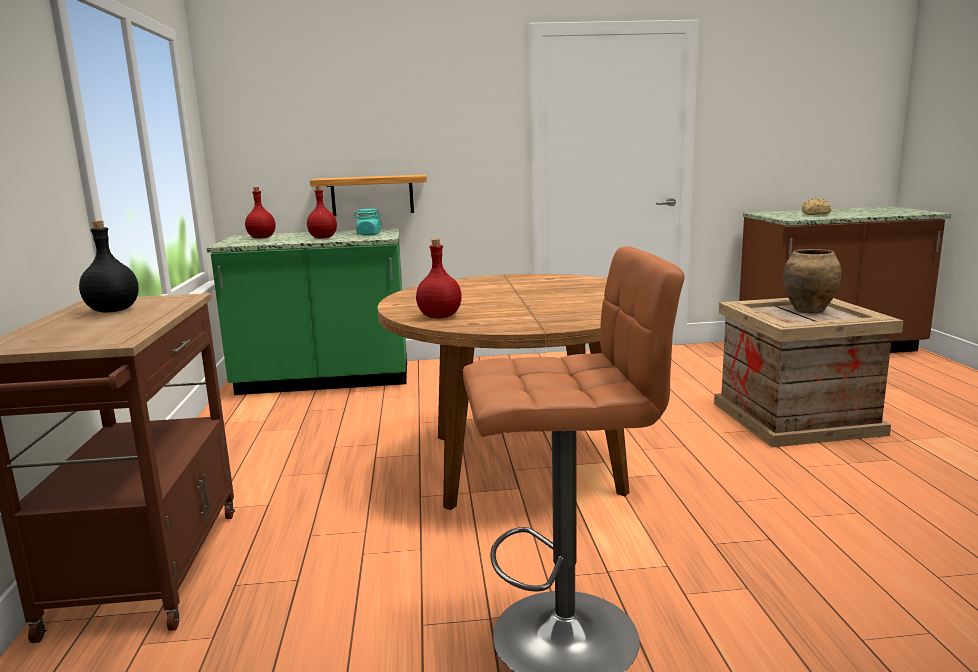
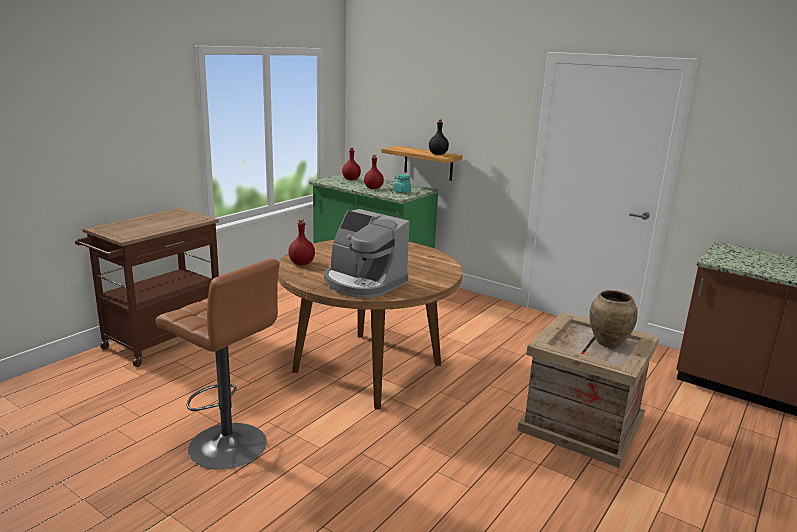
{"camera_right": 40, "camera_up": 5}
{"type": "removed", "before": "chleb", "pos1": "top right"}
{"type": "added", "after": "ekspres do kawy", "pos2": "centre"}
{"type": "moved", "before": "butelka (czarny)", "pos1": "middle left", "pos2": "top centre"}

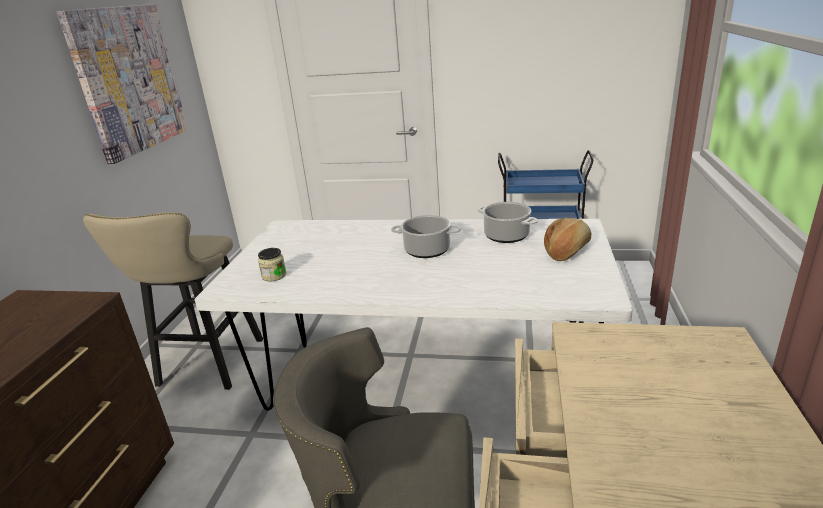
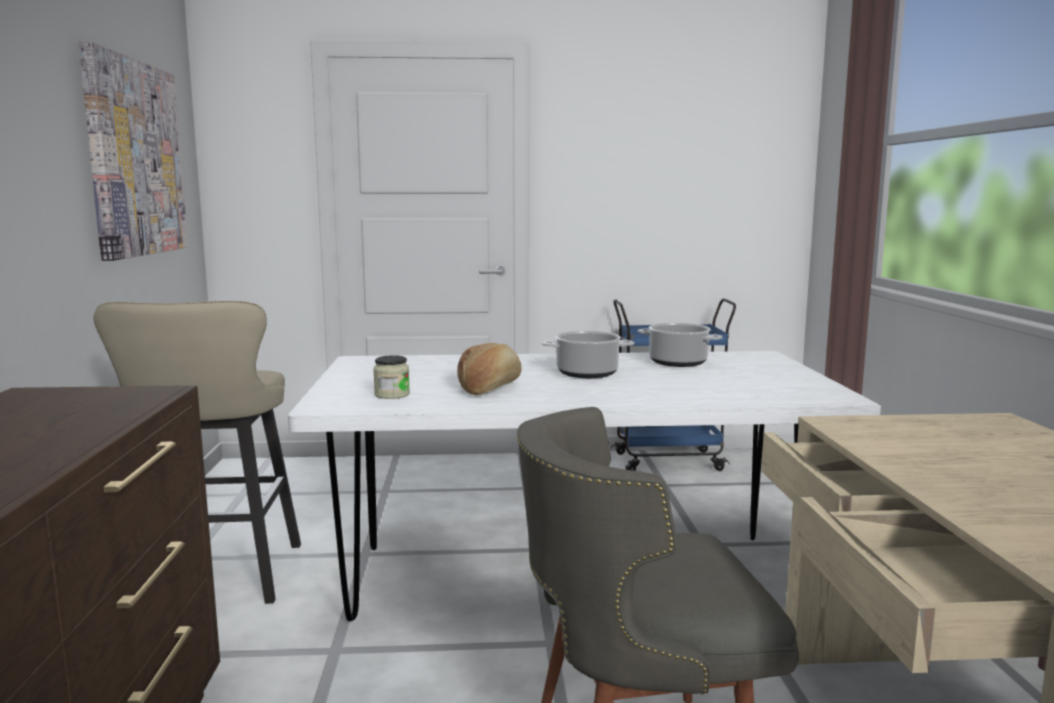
{"camera_right": -15, "camera_up": -15}
{"type": "moved", "before": "chleb", "pos1": "middle right", "pos2": "centre"}

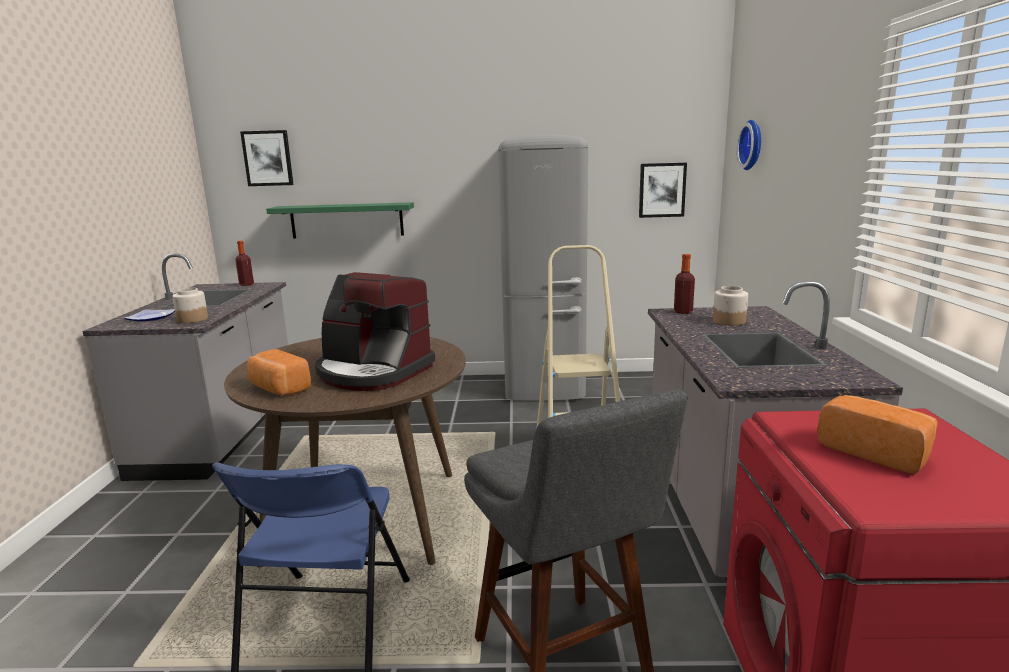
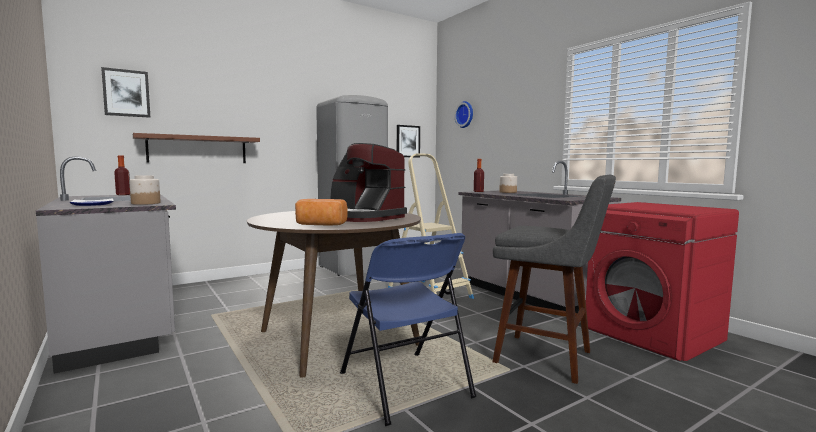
{"camera_right": -35, "camera_up": -10}
{"type": "removed", "before": "chleb (2nd from left)", "pos1": "middle right"}
{"type": "recoloured", "before": "półka (zielony)", "after": "półka (brązowy)", "pos1": "top centre", "pos2": "middle left"}
{"type": "turned", "before": "ekspres do kawy", "pos1": "centre", "pos2": "centre", "turn": 45}

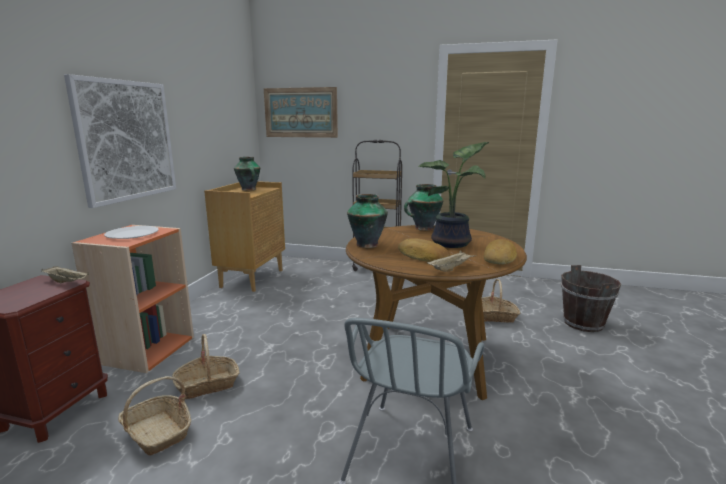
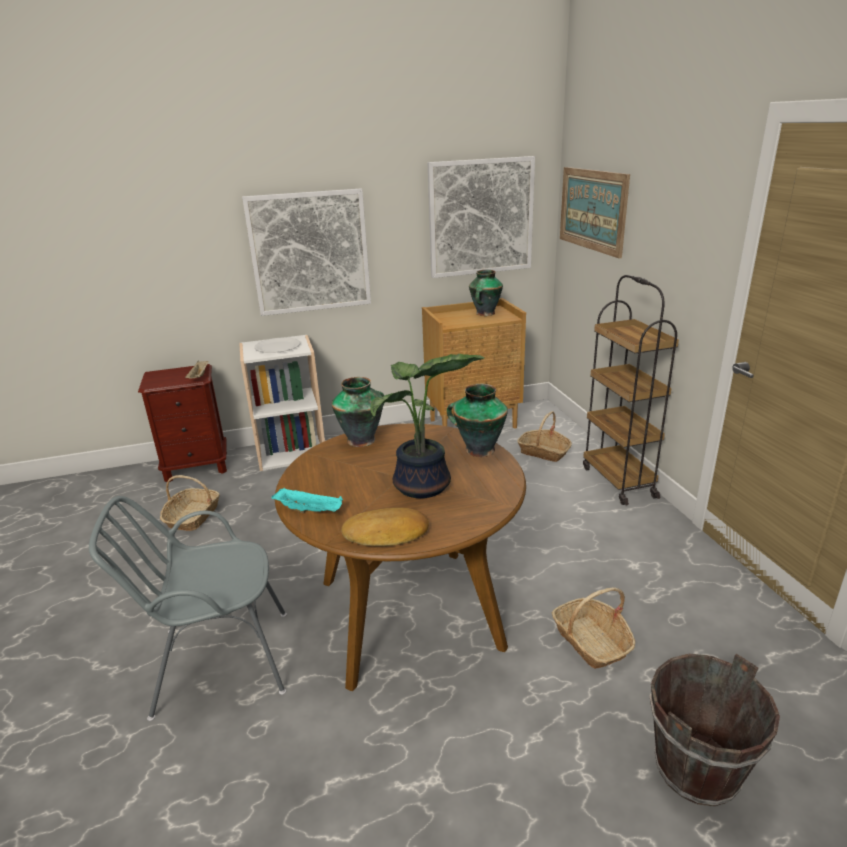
{"camera_right": 60, "camera_up": 10}
{"type": "removed", "before": "chleb (1st from left)", "pos1": "centre"}
{"type": "added", "after": "obraz (2nd from left)", "pos2": "top centre"}
{"type": "moved", "before": "koszyk (2nd from left)", "pos1": "bottom left", "pos2": "centre"}
{"type": "recoloured", "before": "regał (pomarańczowy)", "after": "regał (biały)", "pos1": "middle left", "pos2": "middle left"}
{"type": "recoloured", "before": "taca (beżowy) (2nd from left)", "after": "taca (turkusowy)", "pos1": "centre", "pos2": "centre"}

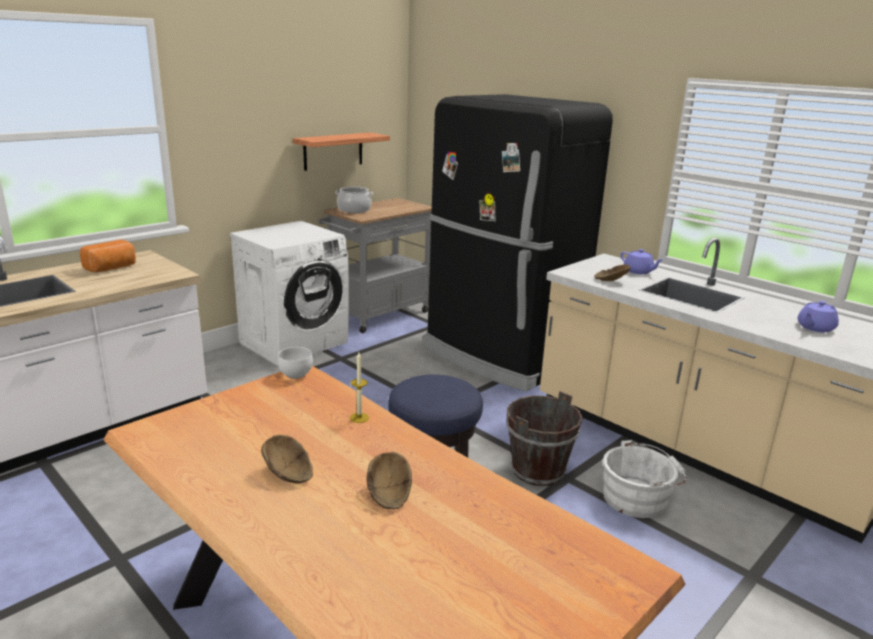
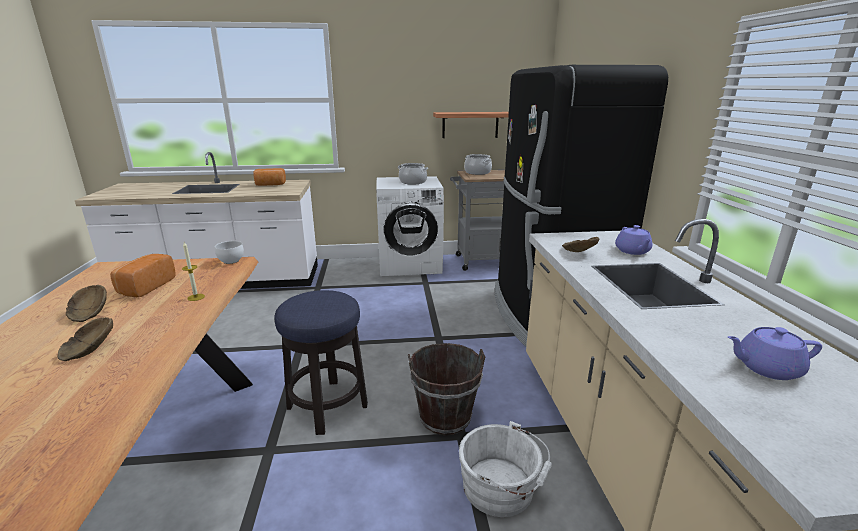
{"camera_right": 40, "camera_up": 0}
{"type": "added", "after": "chleb (1st from left)", "pos2": "middle left"}
{"type": "added", "after": "garnek (1st from left)", "pos2": "top centre"}

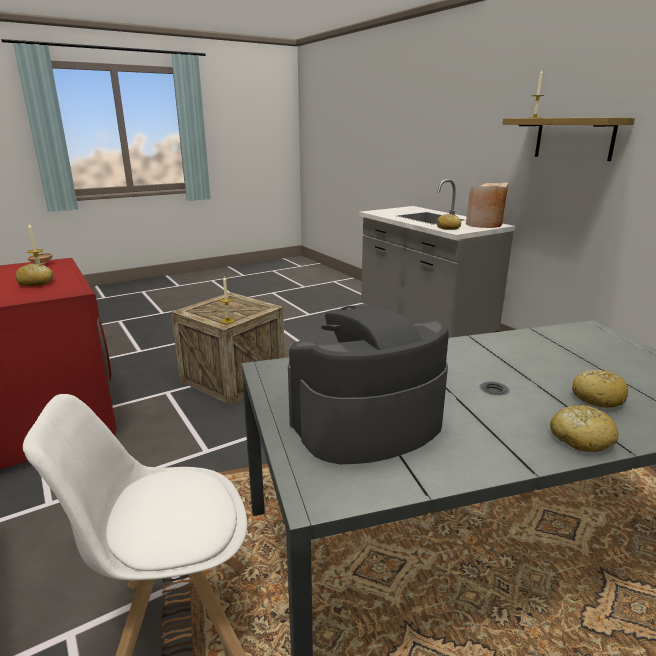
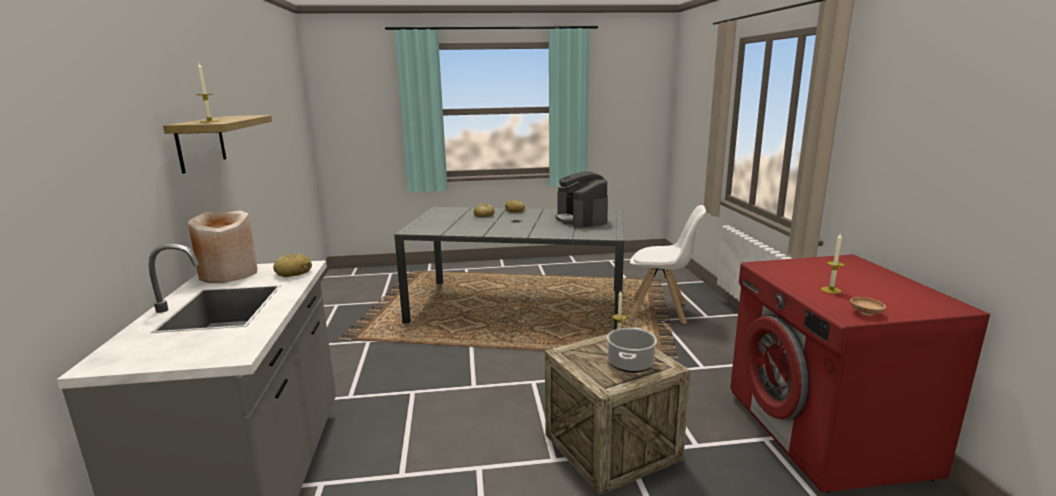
{"camera_right": -155, "camera_up": -5}
{"type": "removed", "before": "chleb (1st from left)", "pos1": "middle left"}
{"type": "added", "after": "garnek", "pos2": "bottom centre"}
{"type": "turned", "before": "ekspres do kawy", "pos1": "centre", "pos2": "centre", "turn": 75}

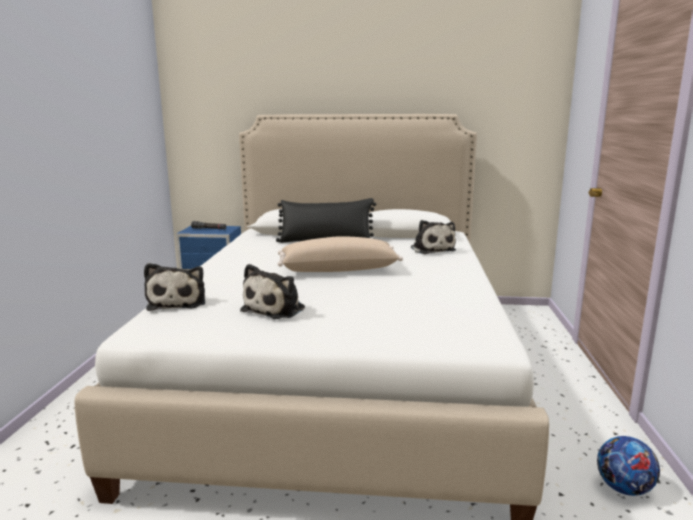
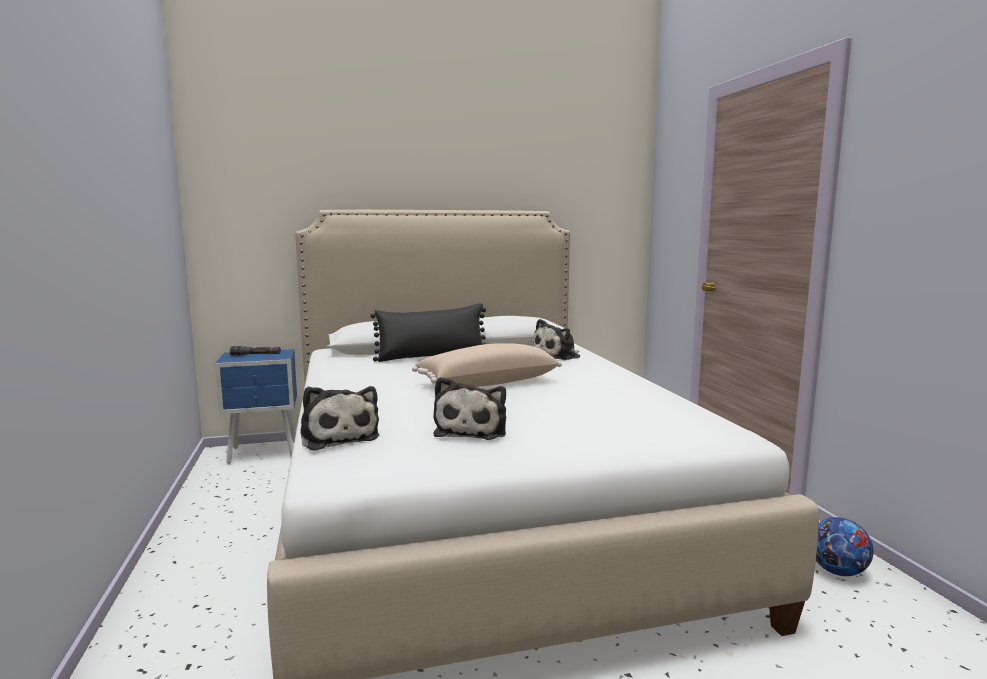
{"camera_right": -20, "camera_up": -5}
{"type": "turned", "before": "pluszak (3rd from left)", "pos1": "centre", "pos2": "centre", "turn": 90}

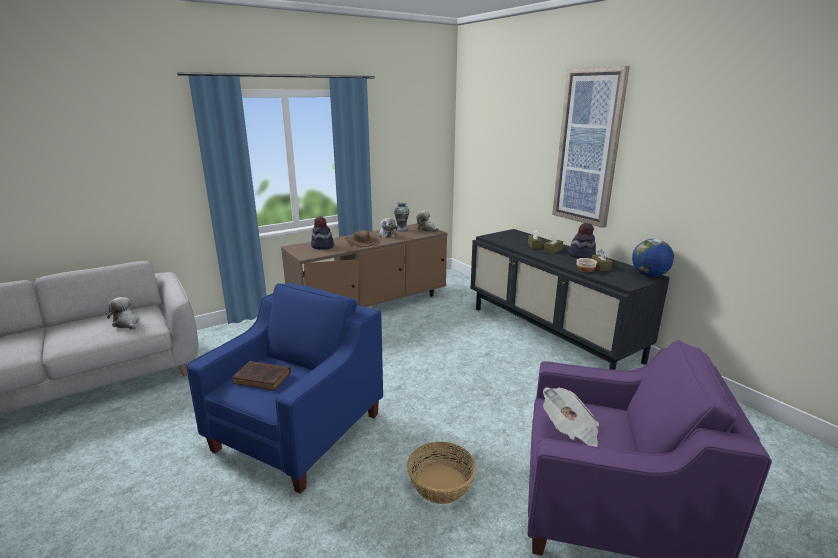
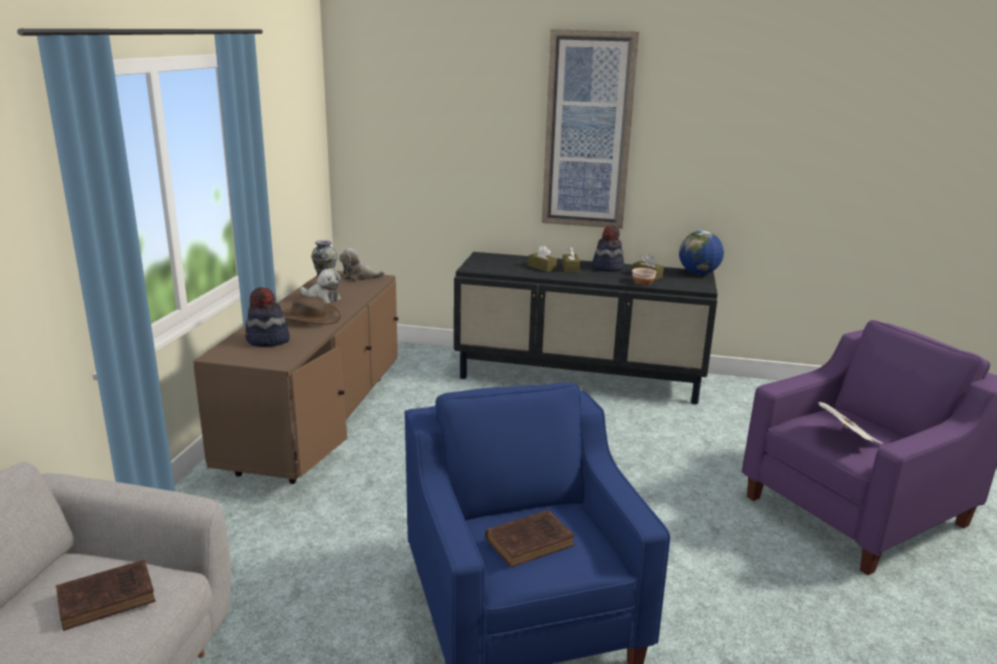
{"camera_right": -45, "camera_up": 0}
{"type": "removed", "before": "koszyk", "pos1": "bottom centre"}
{"type": "replaced", "before": "pluszak (1st from left)", "after": "książka (brązowy) (1st from left)", "pos1": "middle left", "pos2": "bottom left"}

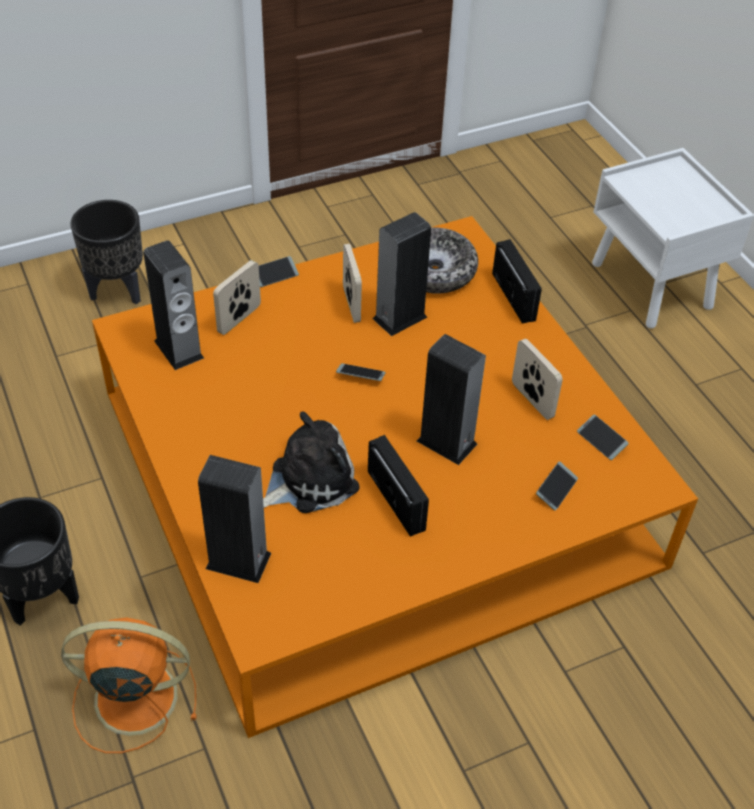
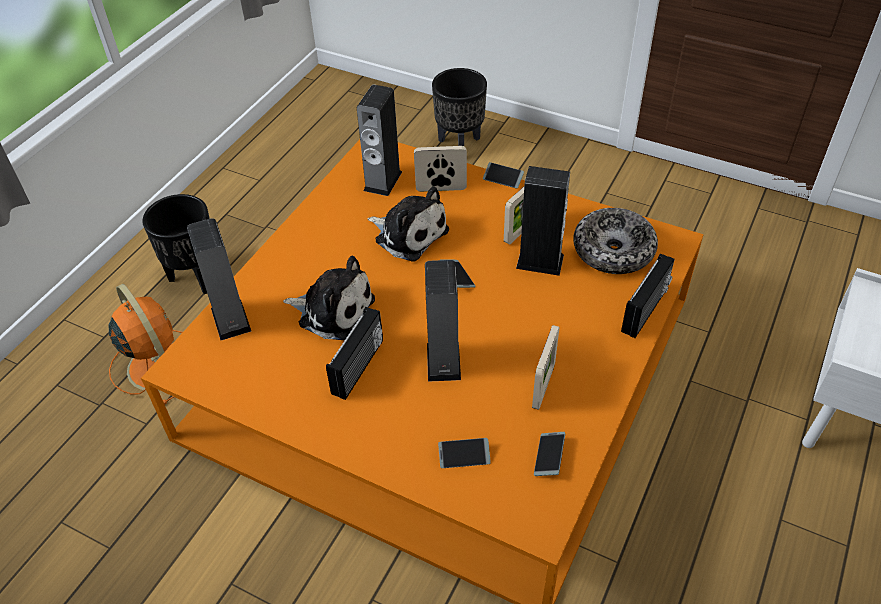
{"camera_right": 55, "camera_up": 0}
{"type": "added", "after": "pluszak (2nd from left)", "pos2": "centre"}

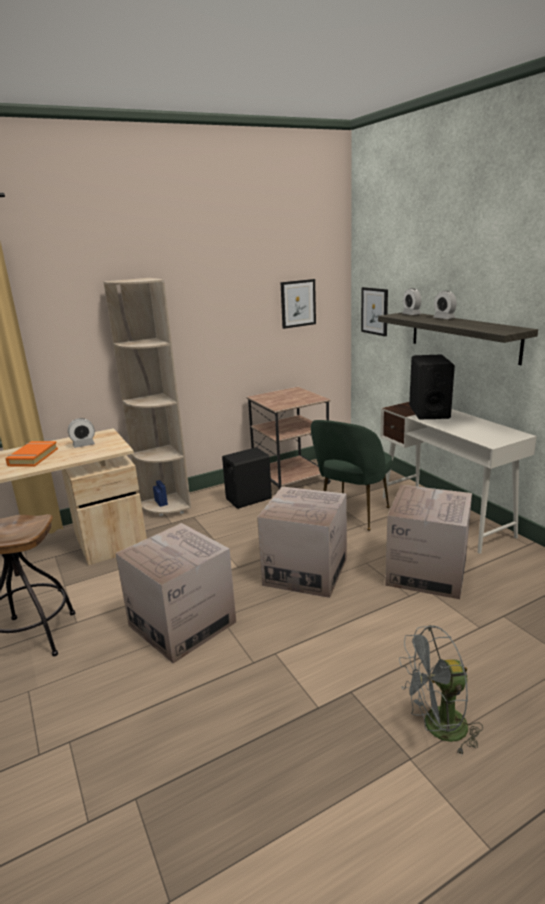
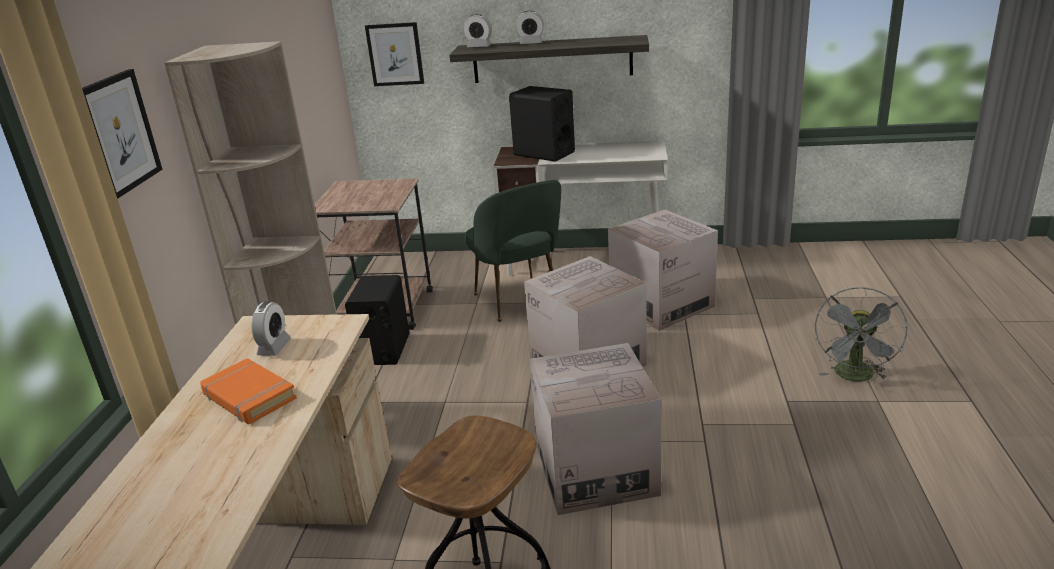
{"camera_right": -55, "camera_up": 5}
{"type": "moved", "before": "obraz (1st from left)", "pos1": "centre", "pos2": "top left"}

